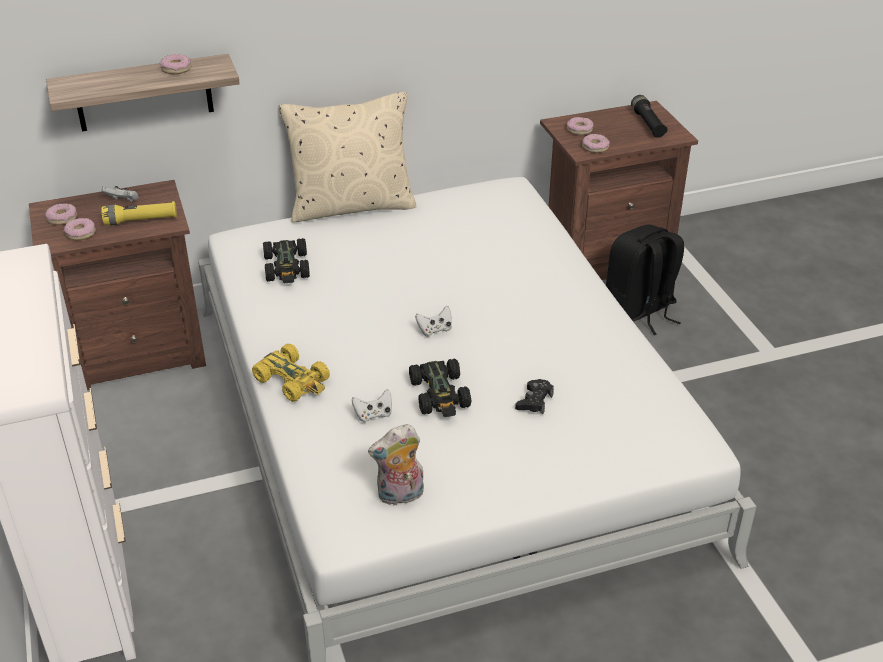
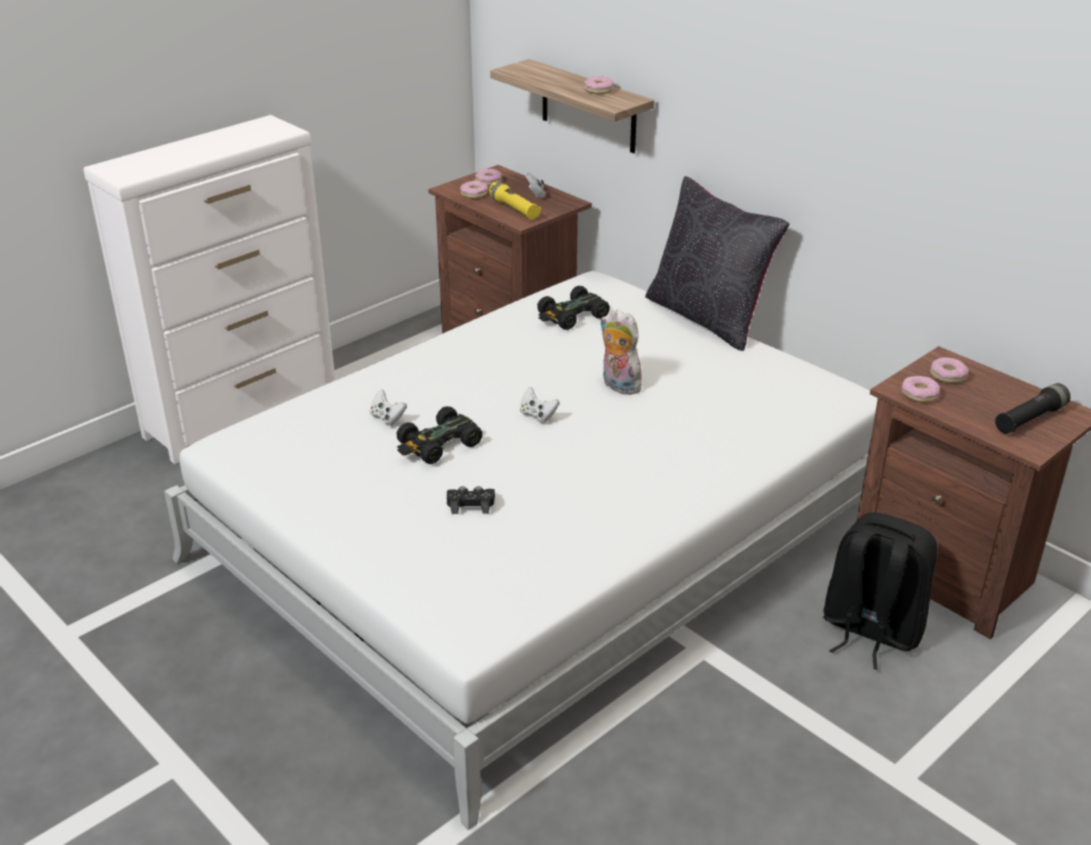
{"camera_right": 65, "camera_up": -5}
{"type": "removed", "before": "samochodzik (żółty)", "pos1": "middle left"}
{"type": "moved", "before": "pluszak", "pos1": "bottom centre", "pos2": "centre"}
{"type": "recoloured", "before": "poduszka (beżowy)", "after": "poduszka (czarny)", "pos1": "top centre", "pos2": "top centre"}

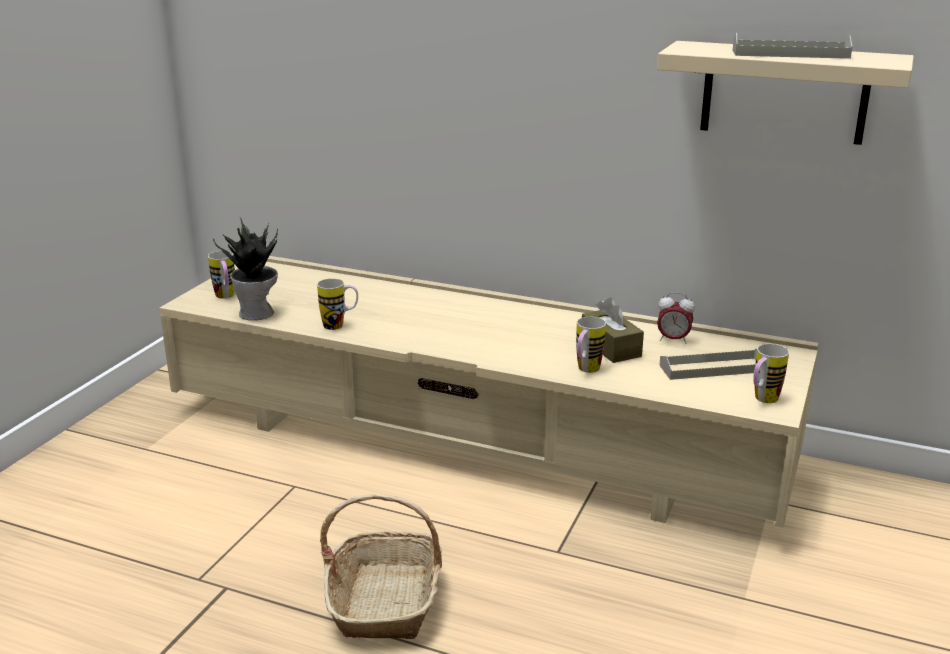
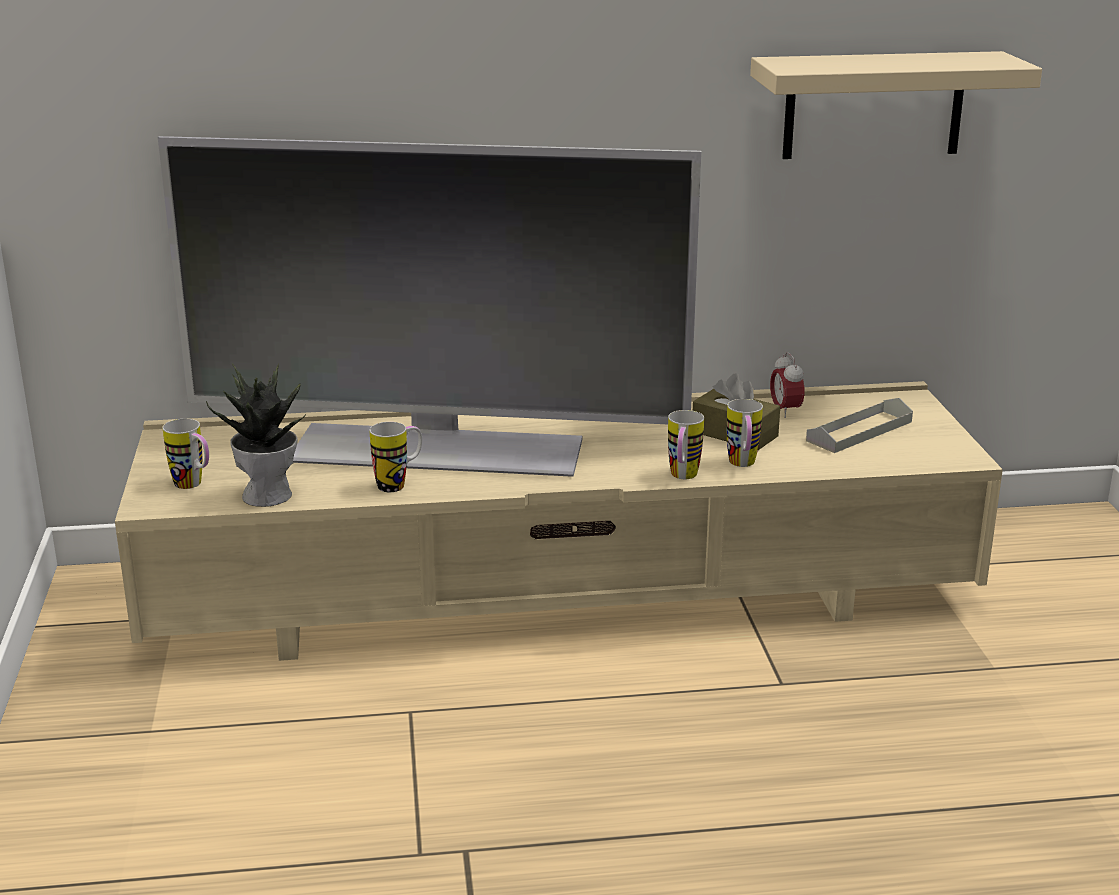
{"camera_right": -30, "camera_up": 0}
{"type": "removed", "before": "koszyk", "pos1": "bottom centre"}
{"type": "removed", "before": "taca (szary) (2nd from left)", "pos1": "top right"}
{"type": "added", "after": "telewizor", "pos2": "centre"}
{"type": "moved", "before": "kubek (4th from left in the first image)", "after": "kubek (3rd from left)", "pos1": "middle right", "pos2": "centre"}
{"type": "turned", "before": "budzik", "pos1": "middle right", "pos2": "middle right", "turn": 90}

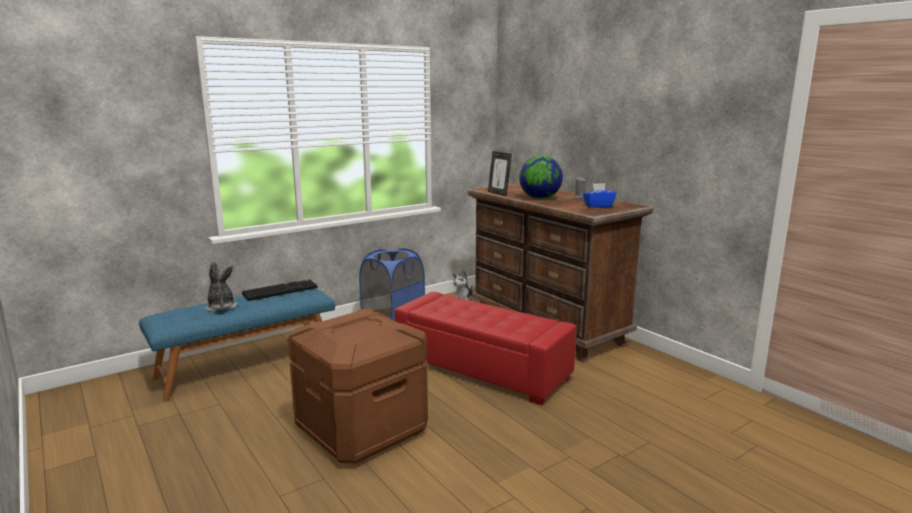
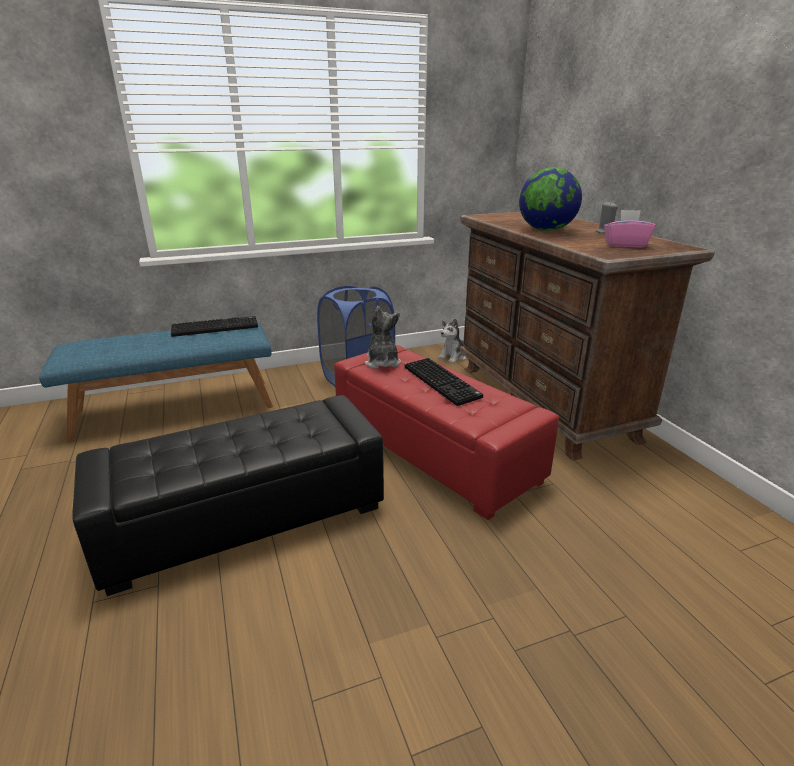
{"camera_right": 15, "camera_up": 10}
{"type": "removed", "before": "ramka na zdjęcie", "pos1": "centre"}
{"type": "added", "after": "klawiatura (2nd from left)", "pos2": "centre"}
{"type": "moved", "before": "pluszak (1st from left)", "pos1": "middle left", "pos2": "centre"}
{"type": "replaced", "before": "pojemnik do przechowywania (brązowy)", "after": "pufa (czarny)", "pos1": "bottom centre", "pos2": "middle left"}
{"type": "recoloured", "before": "pudełko chusteczek (niebieski)", "after": "pudełko chusteczek (różowy)", "pos1": "centre", "pos2": "top right"}

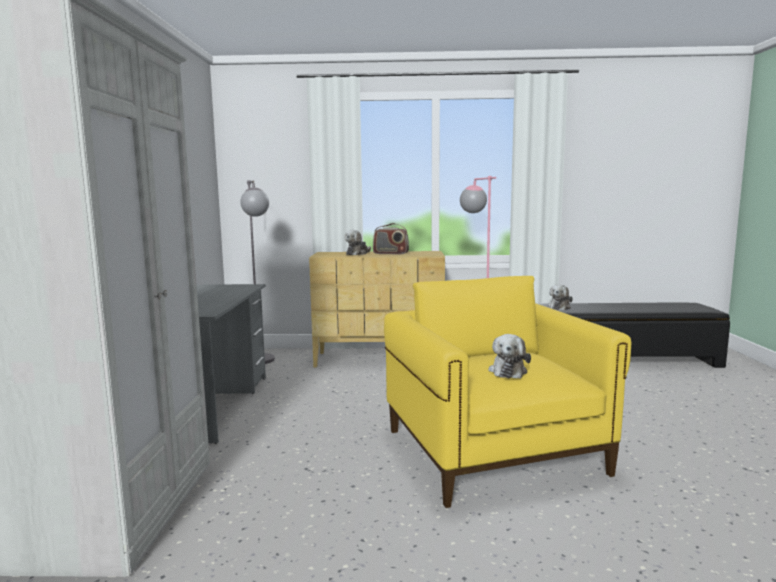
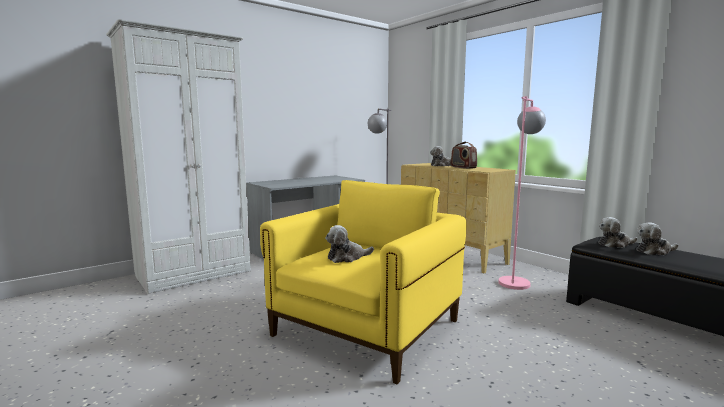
{"camera_right": 50, "camera_up": 0}
{"type": "added", "after": "pluszak (4th from left)", "pos2": "middle right"}

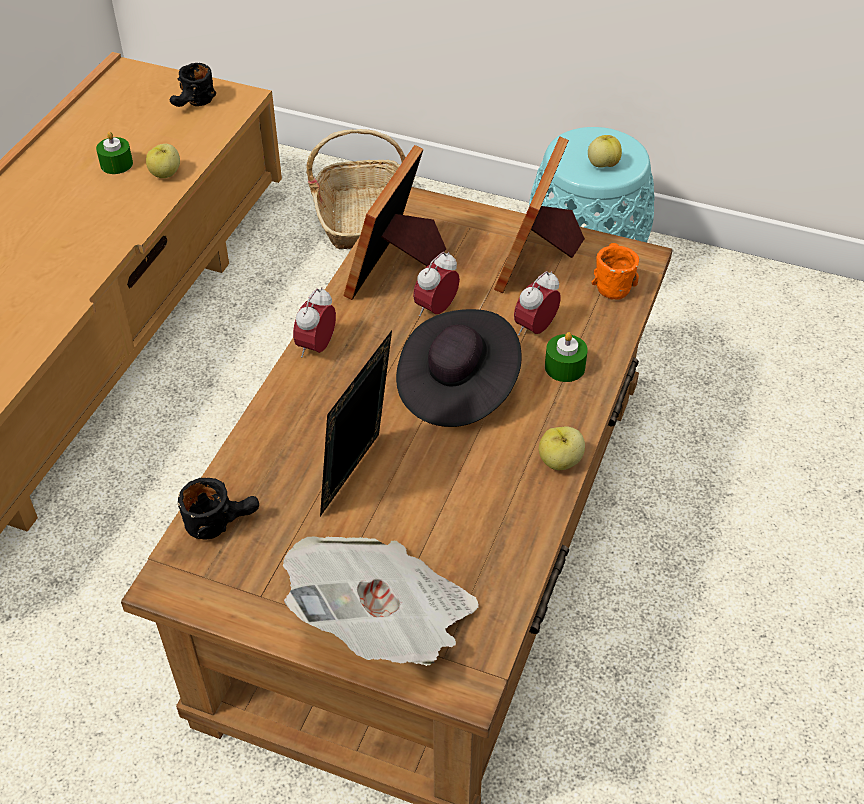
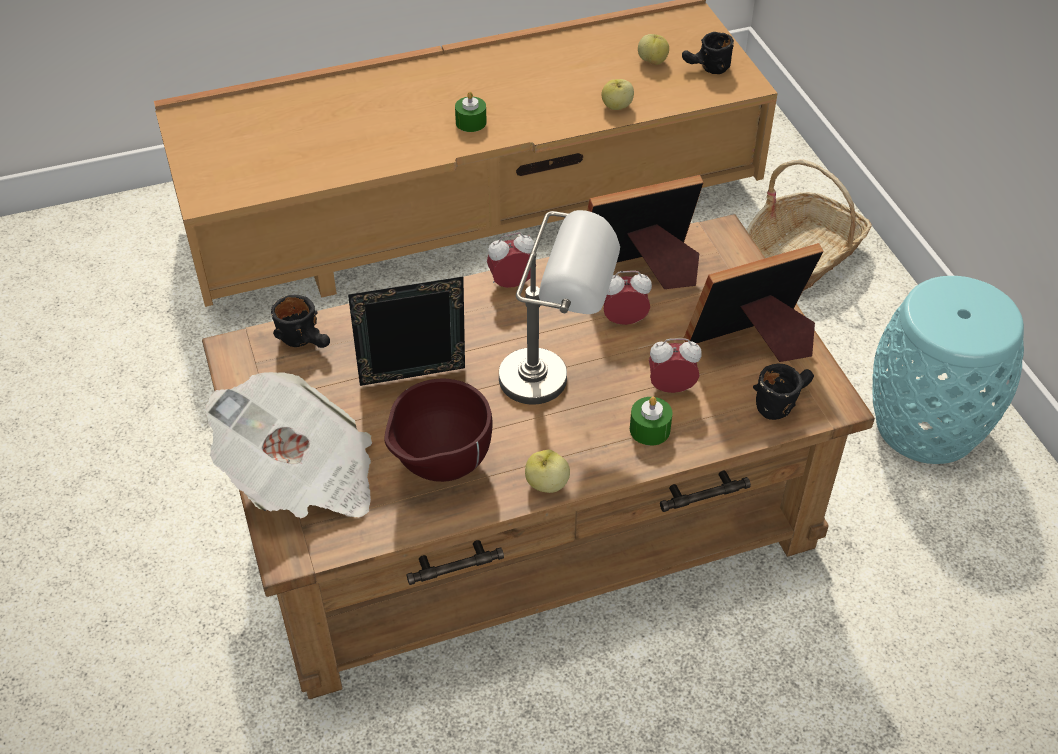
{"camera_right": 50, "camera_up": 0}
{"type": "added", "after": "miska (brązowy)", "pos2": "centre"}
{"type": "moved", "before": "świeca (zielony) (1st from left)", "pos1": "top left", "pos2": "top centre"}
{"type": "moved", "before": "jabłko (3rd from left)", "pos1": "top right", "pos2": "top centre"}
{"type": "replaced", "before": "kapelusz (czarny)", "after": "lampa stołowa (szary)", "pos1": "centre", "pos2": "centre"}
{"type": "recoloured", "before": "kubek (pomarańczowy)", "after": "kubek (czarny) (3rd from left)", "pos1": "middle right", "pos2": "middle right"}

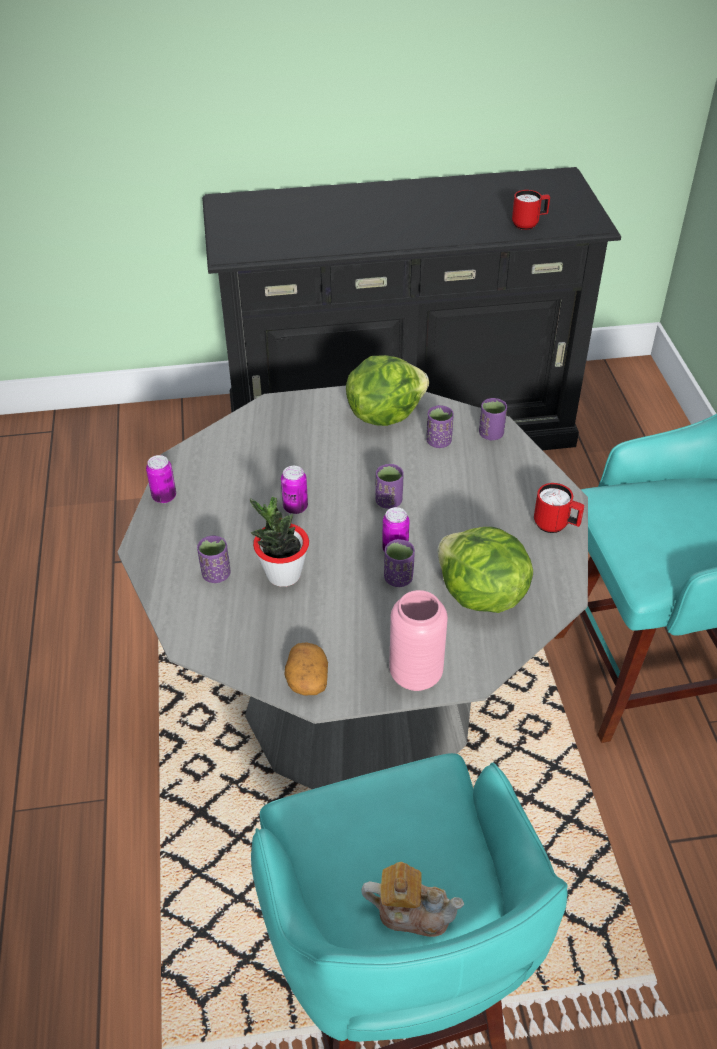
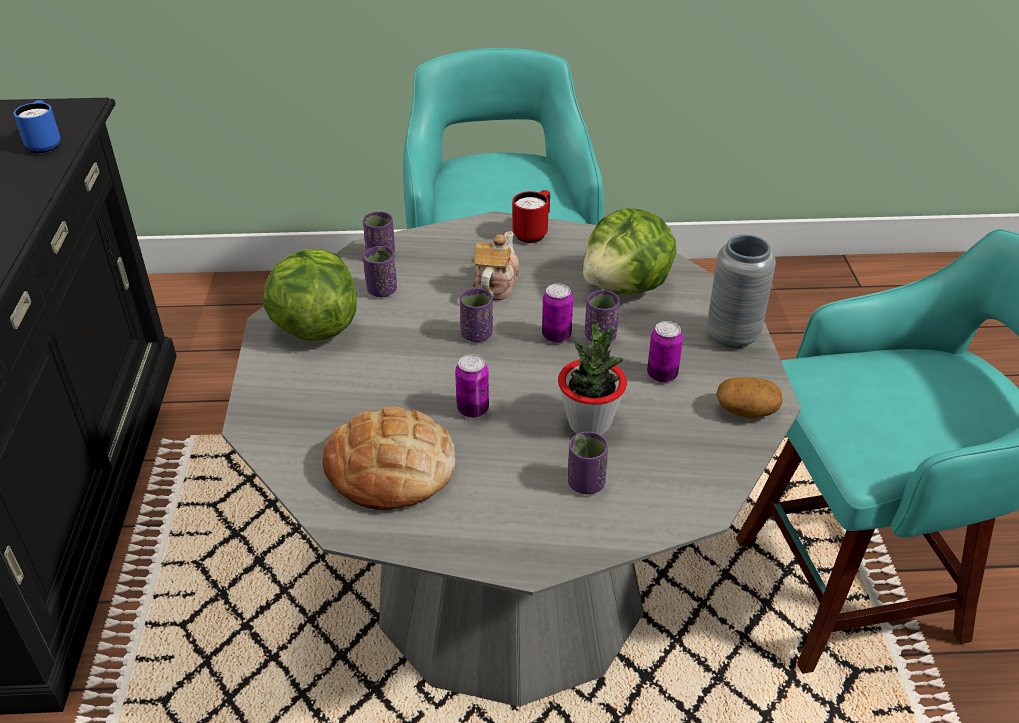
{"camera_right": -85, "camera_up": -5}
{"type": "added", "after": "chleb", "pos2": "centre"}
{"type": "moved", "before": "puszka (1st from left in the first image)", "after": "puszka (3rd from left)", "pos1": "middle left", "pos2": "centre"}
{"type": "moved", "before": "imbryk", "pos1": "bottom centre", "pos2": "centre"}
{"type": "recoloured", "before": "wazon (różowy)", "after": "wazon (szary)", "pos1": "centre", "pos2": "middle right"}
{"type": "recoloured", "before": "kubek (czerwony) (1st from left)", "after": "kubek (niebieski)", "pos1": "top right", "pos2": "top left"}

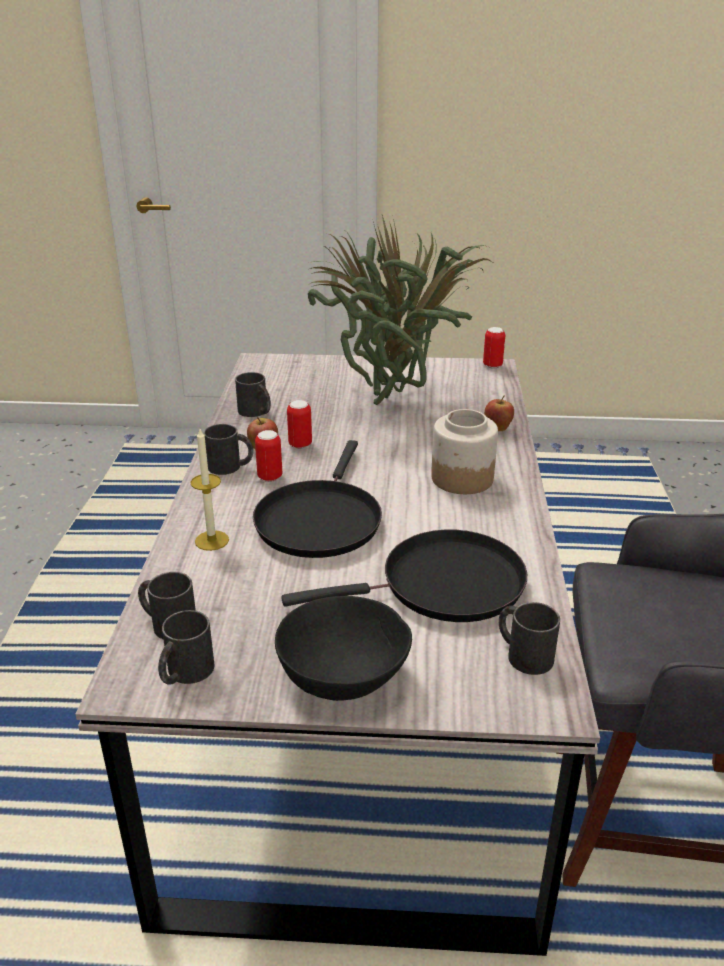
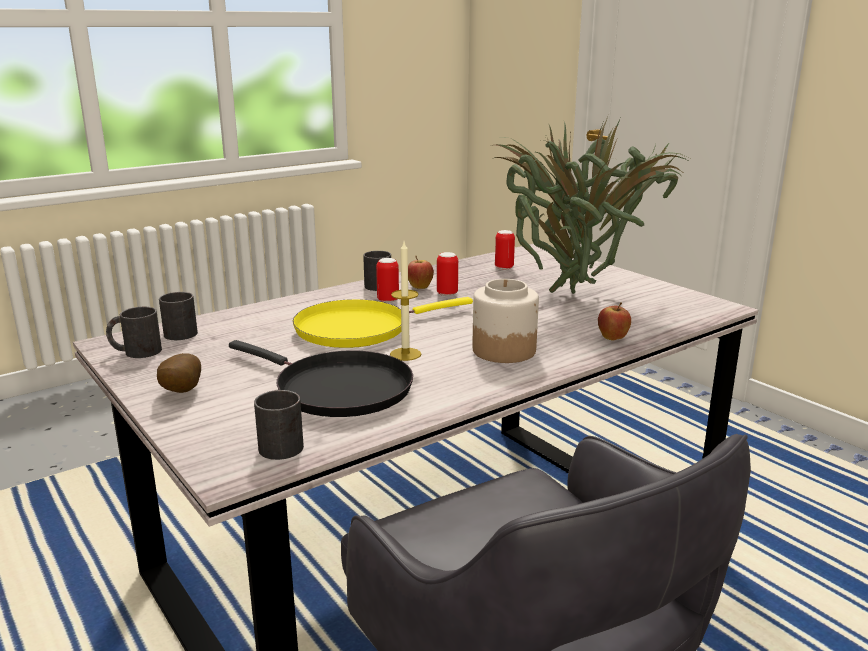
{"camera_right": 50, "camera_up": -10}
{"type": "removed", "before": "kubek (czarny) (4th from left)", "pos1": "centre"}
{"type": "moved", "before": "świeca", "pos1": "middle left", "pos2": "centre"}
{"type": "moved", "before": "puszka (3rd from left)", "pos1": "middle right", "pos2": "centre"}
{"type": "replaced", "before": "miska (czarny)", "after": "ziemniak", "pos1": "bottom centre", "pos2": "middle left"}
{"type": "recoloured", "before": "patelnia (czarny) (1st from left)", "after": "patelnia (żółty)", "pos1": "centre", "pos2": "centre"}

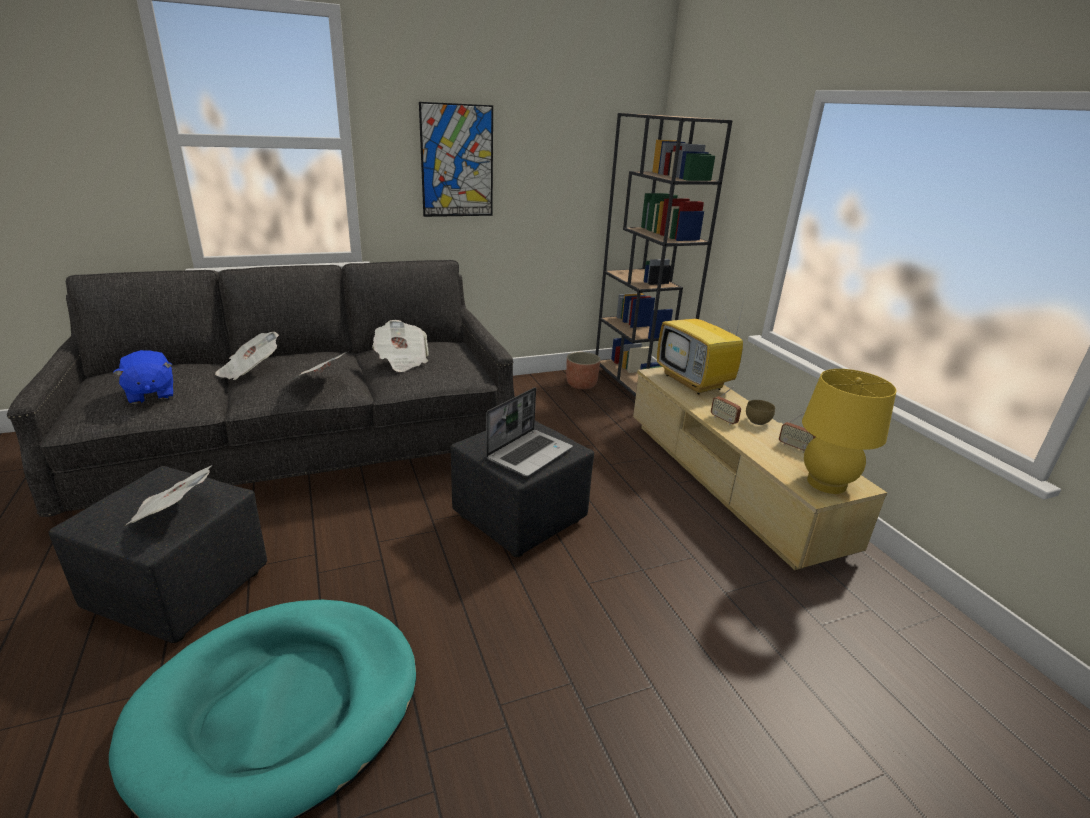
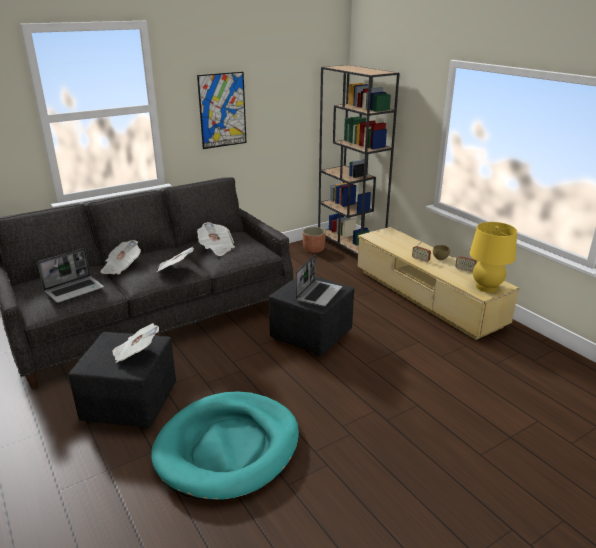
{"camera_right": -10, "camera_up": 0}
{"type": "removed", "before": "telewizor", "pos1": "centre"}
{"type": "replaced", "before": "pluszak (niebieski)", "after": "laptop (1st from left)", "pos1": "middle left", "pos2": "middle left"}

